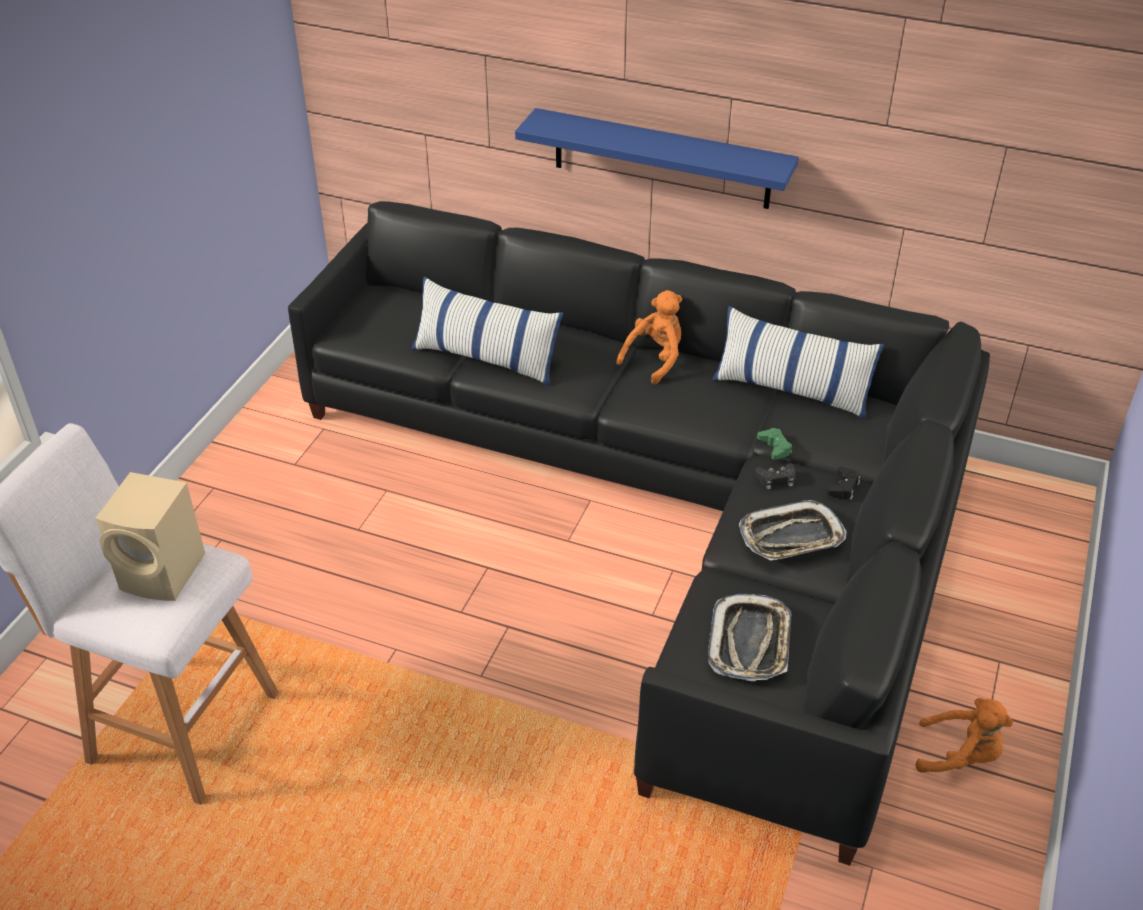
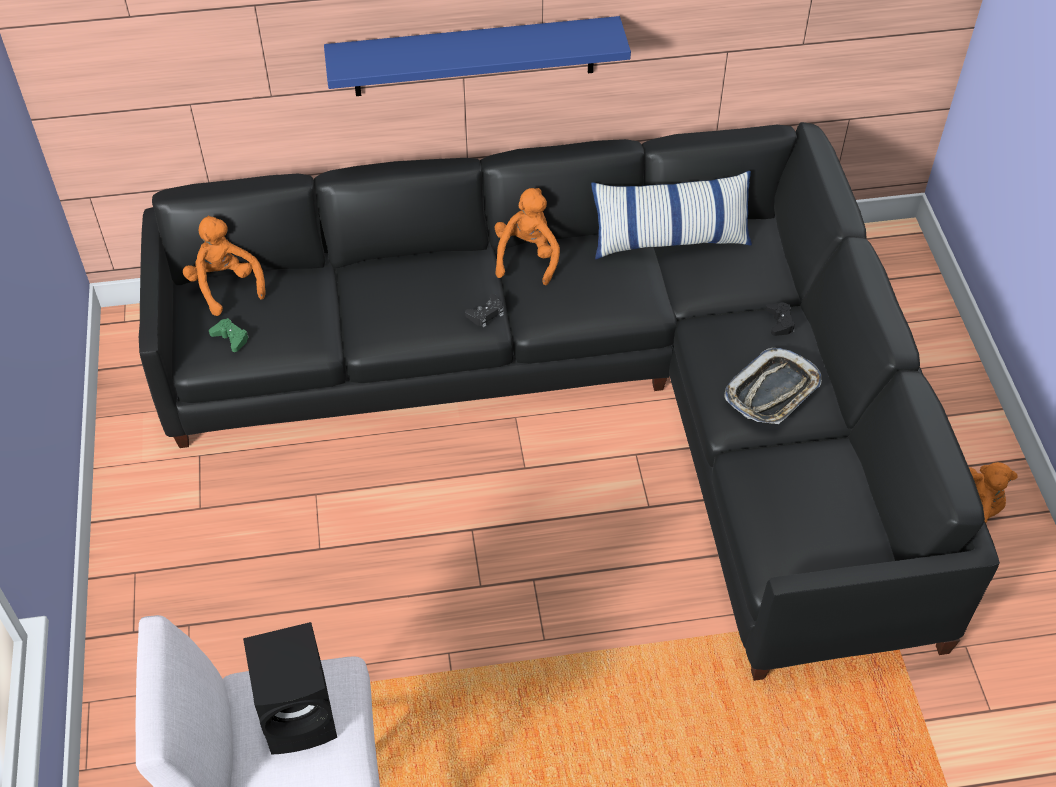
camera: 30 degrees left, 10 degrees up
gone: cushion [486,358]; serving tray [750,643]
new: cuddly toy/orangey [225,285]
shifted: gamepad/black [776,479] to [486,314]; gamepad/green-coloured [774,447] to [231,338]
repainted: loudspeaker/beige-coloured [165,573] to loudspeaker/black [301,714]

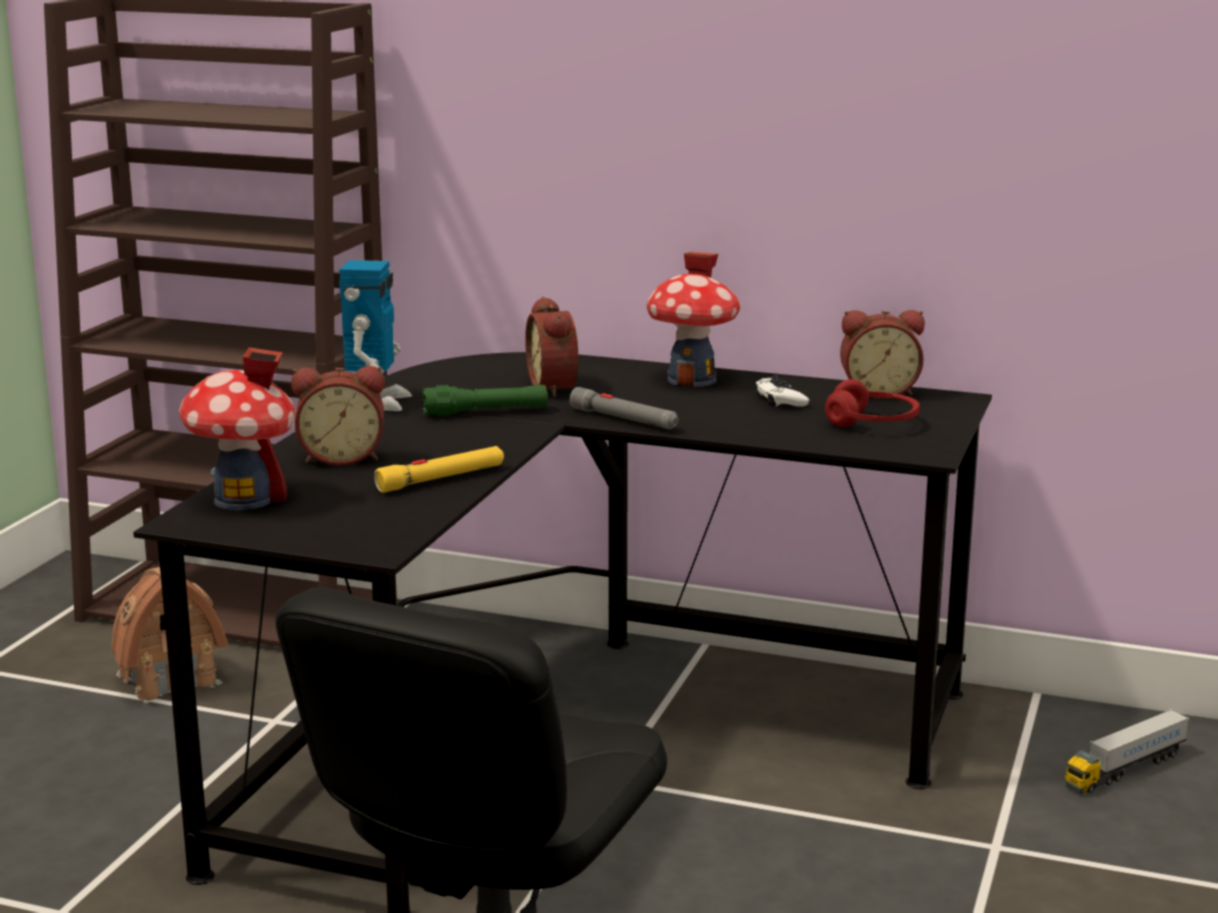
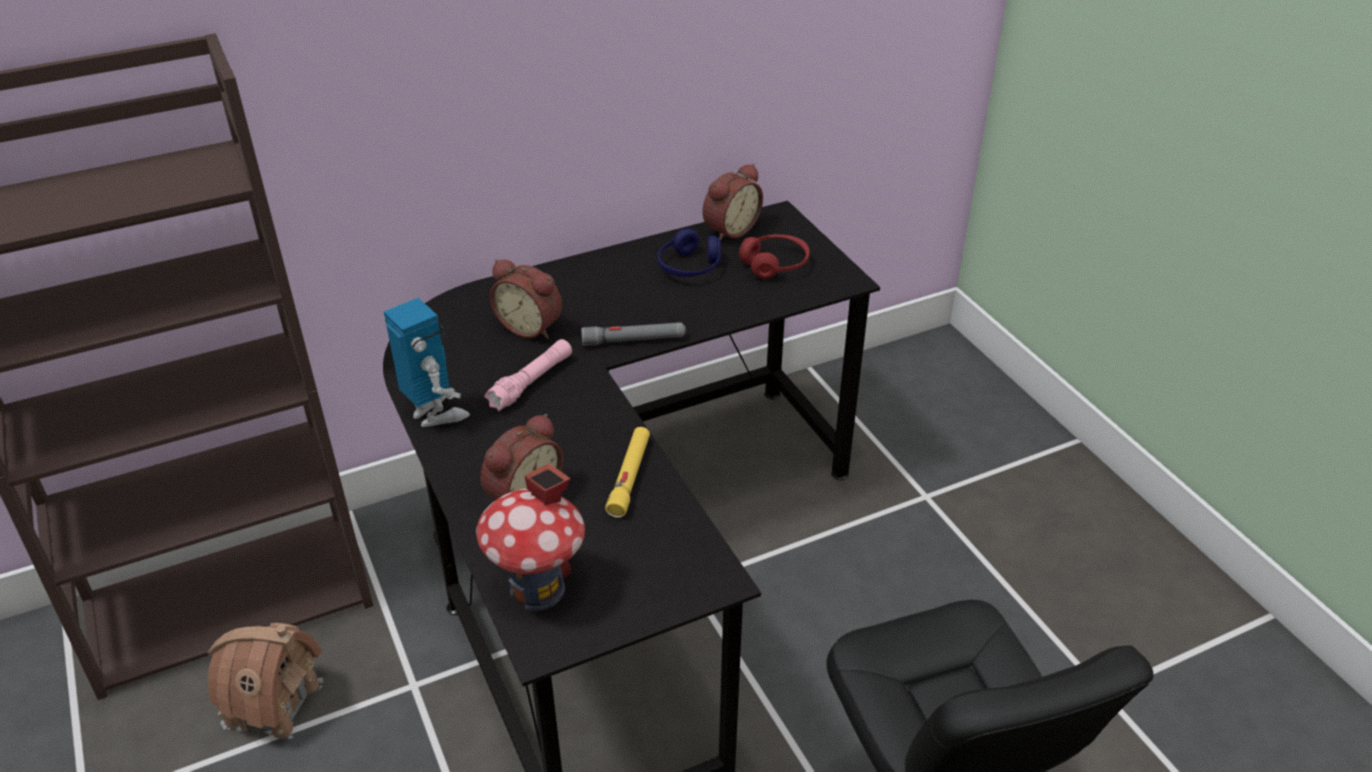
camera: 45 degrees left, 20 degrees up
gone: miniature house [692,379]; model truck [1125,769]
swapped: gamepad/white-coloured [780,400] to headphones/blue [689,267]
repainted: hand torch/green-coloured [485,412] to hand torch/pinkish [531,382]

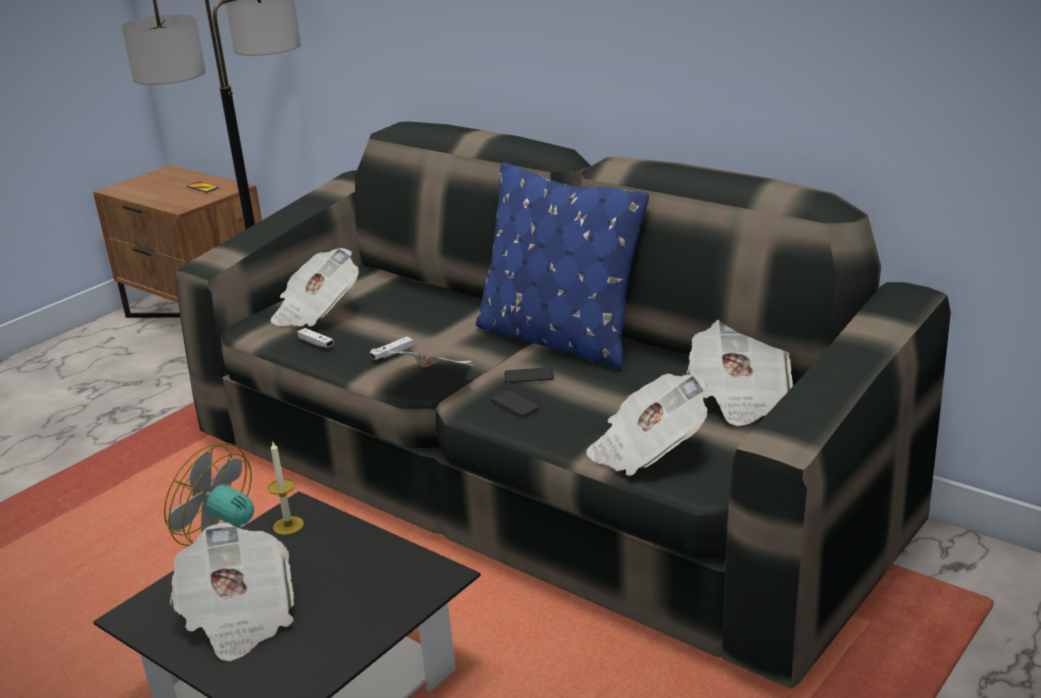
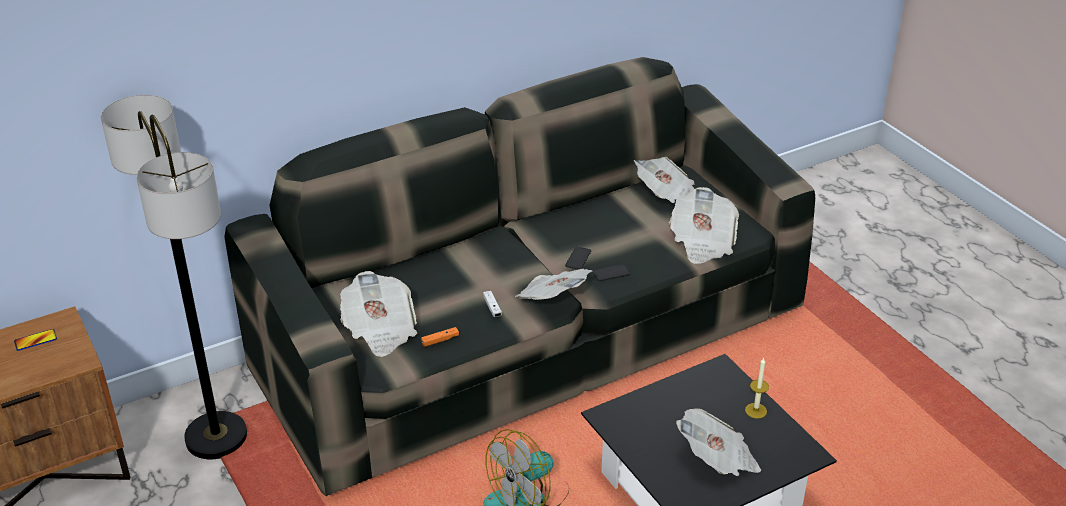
camera: 70 degrees left, 10 degrees up
gone: cushion/blue [558,339]
shifted: candle [288,525] to [756,410]
repainted: gamepad/white-coloured [316,343] to gamepad/orangey [440,340]

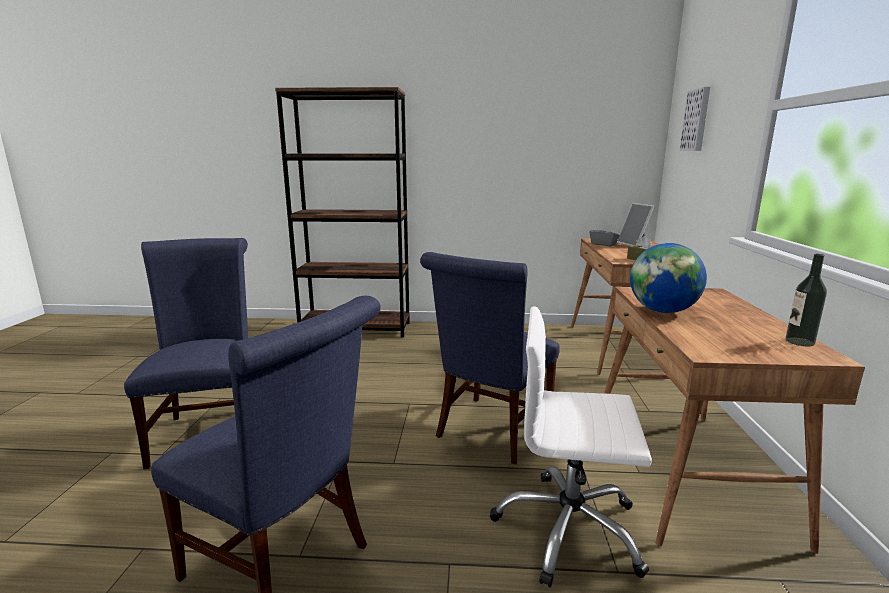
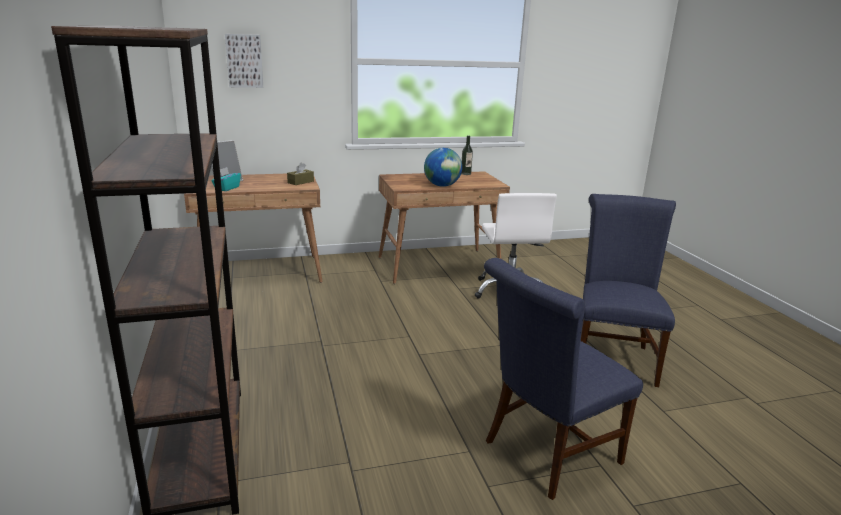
camera: 110 degrees left, 5 degrees up
gone: upright chair/blue [491,432]
repainted: box of tissues/greyish [603,244] to box of tissues/turquoise-coloured [227,188]

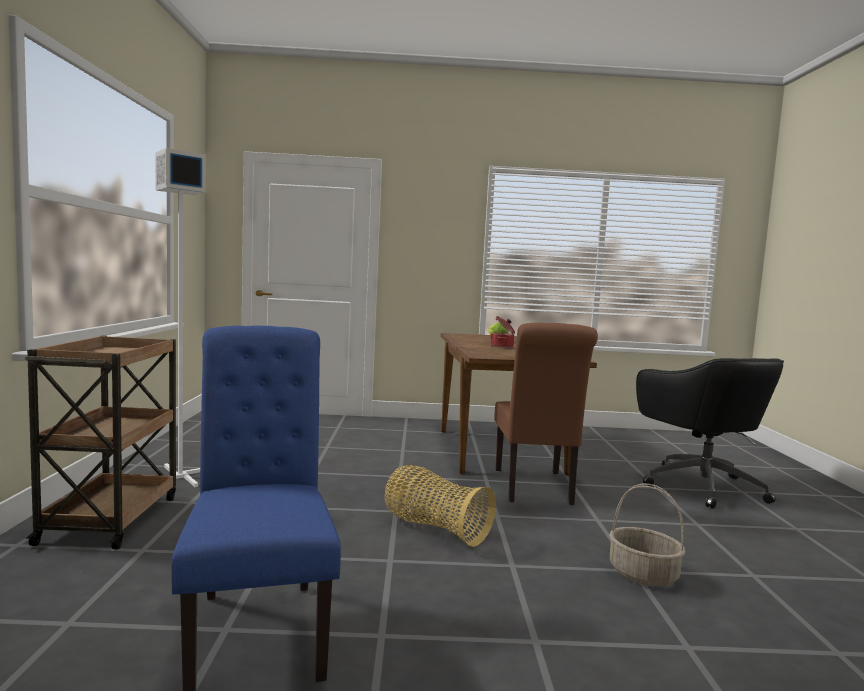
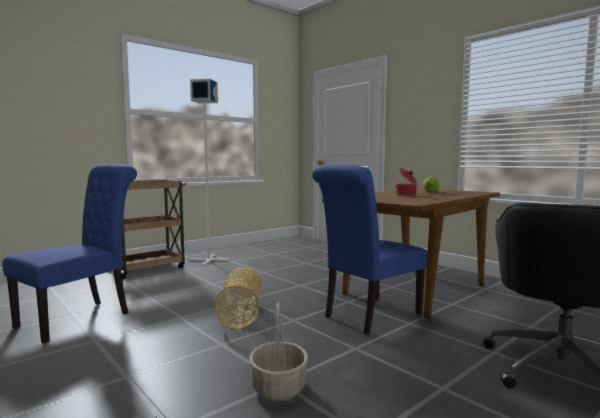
camera: 50 degrees right, 0 degrees up
repainted: upright chair/brown-coloured [534,488] to upright chair/blue [368,316]

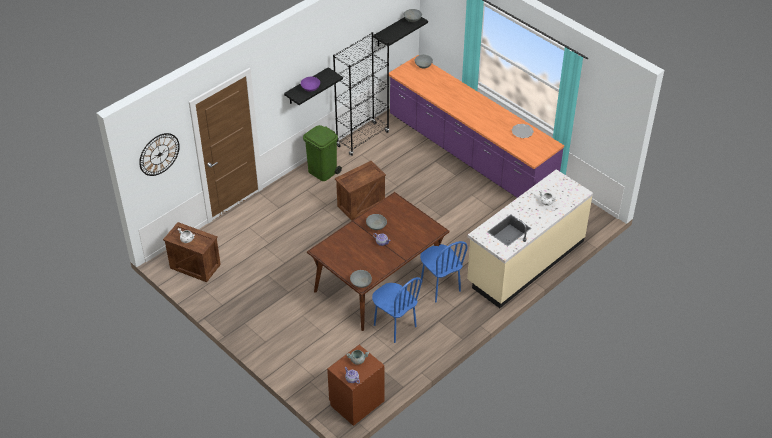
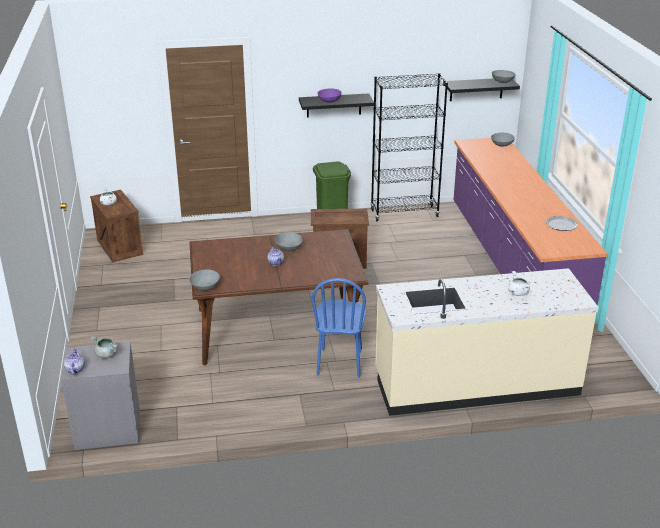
camera: 35 degrees right, 15 degrees down
gone: hanging clock [159,154]; upright chair/blue [394,326]
repainted: nightstand/brown-coloured [356,402] to nightstand/greyish [108,429]

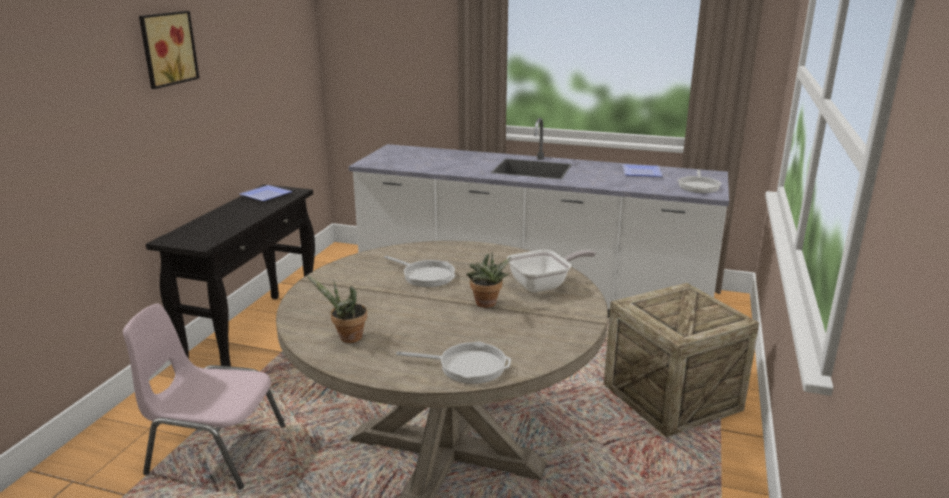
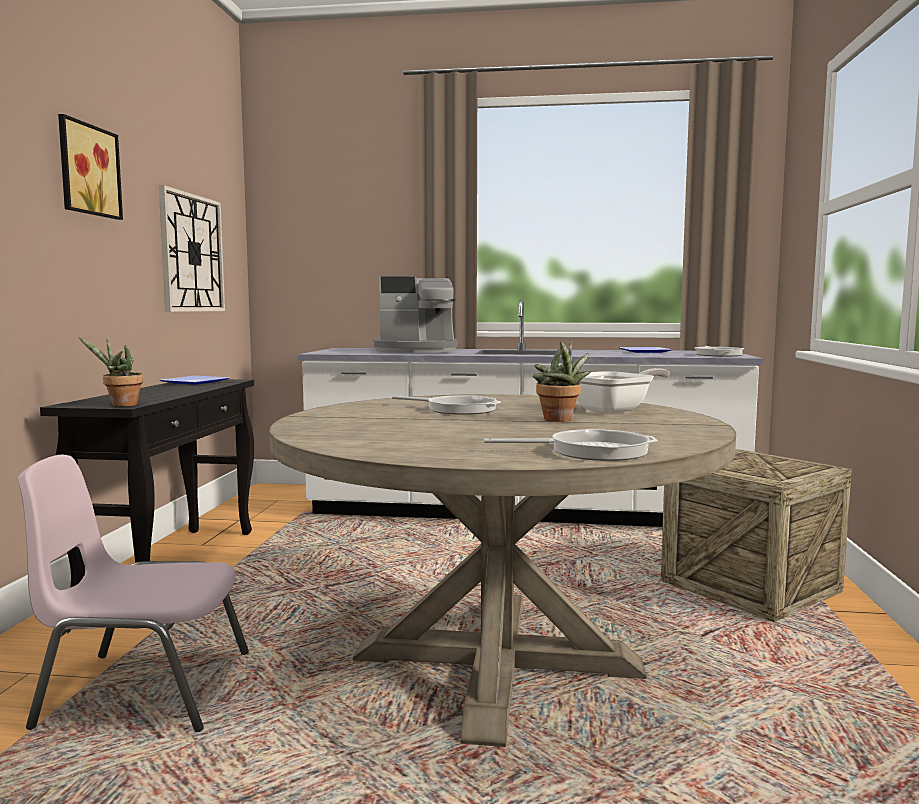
camera: 10 degrees left, 15 degrees down
new: hanging clock [192,253]; coffee maker [416,350]
shifted: houseplant [347,338] to [120,405]

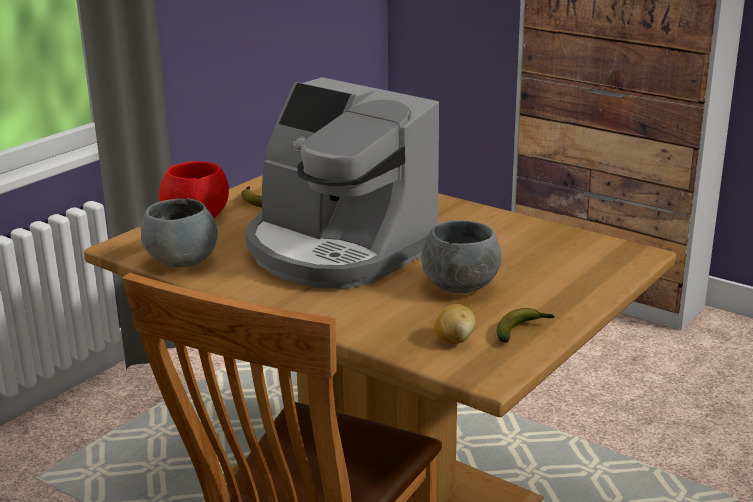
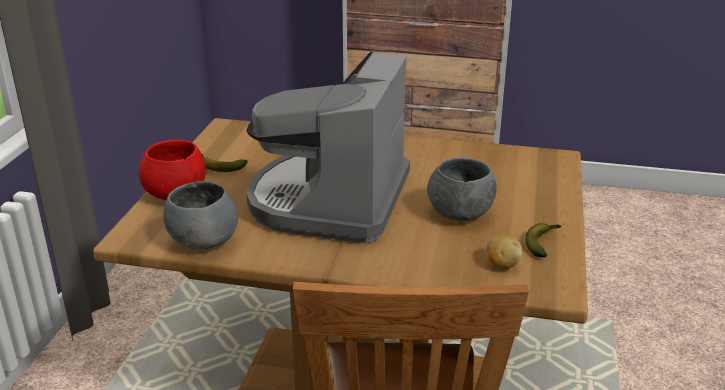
camera: 25 degrees left, 5 degrees up
rotated: coffee maker [337,250] = [330,201] 90 degrees clockwise

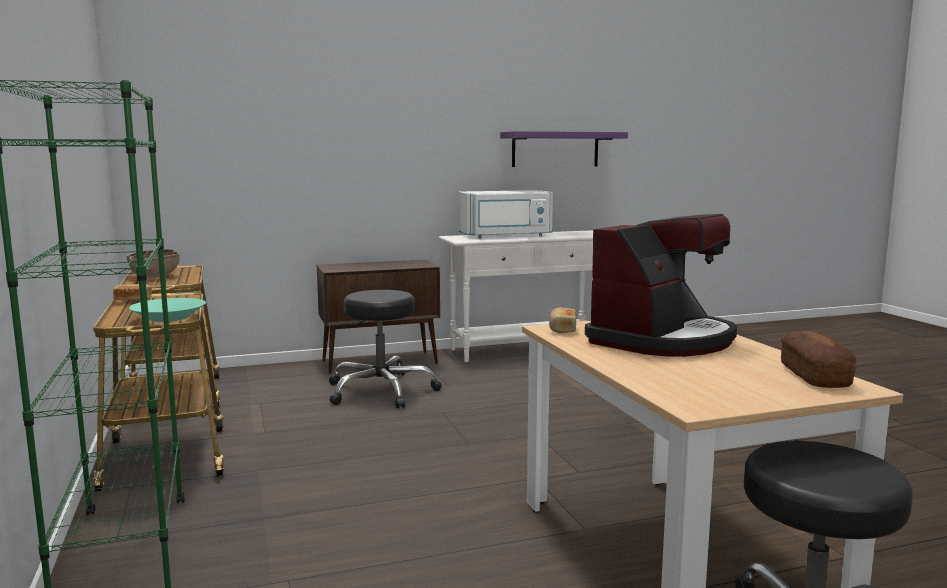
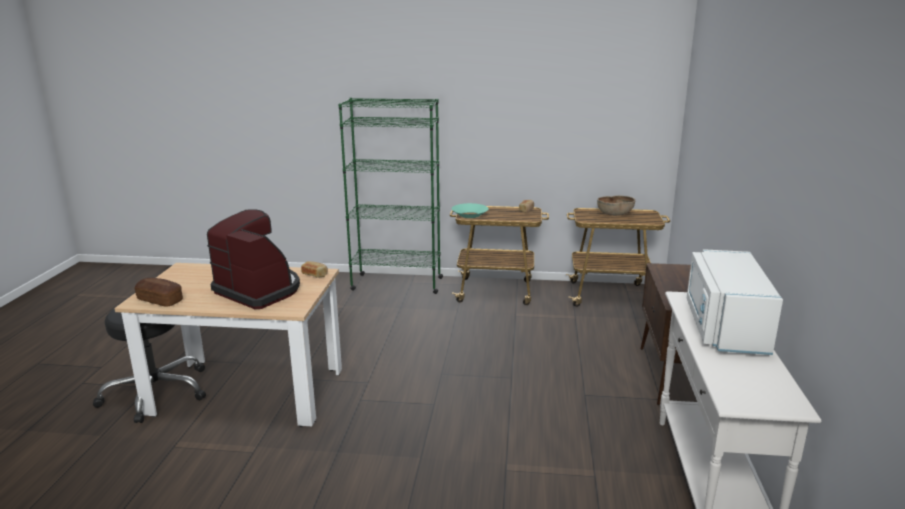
camera: 115 degrees right, 10 degrees up
gone: sitting stool/black [381,391]; shelf/purple-coloured [555,149]
rotated: coffee maker [662,340] = [259,290] 150 degrees clockwise

